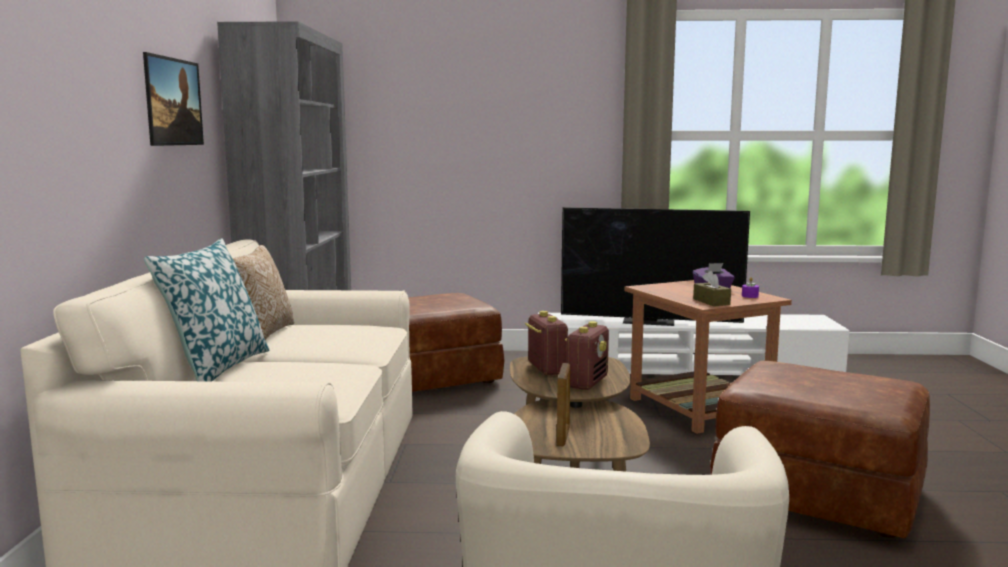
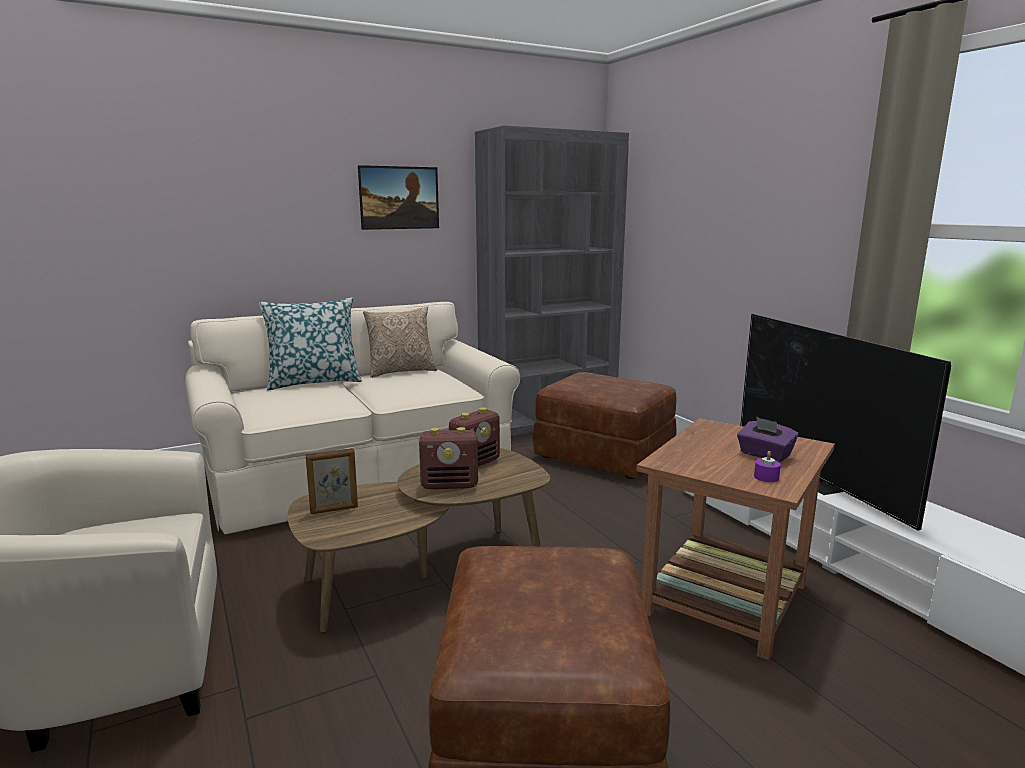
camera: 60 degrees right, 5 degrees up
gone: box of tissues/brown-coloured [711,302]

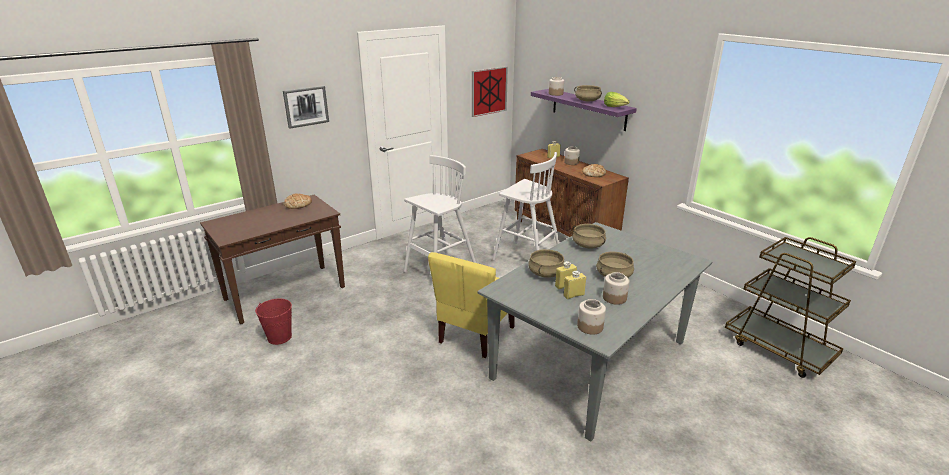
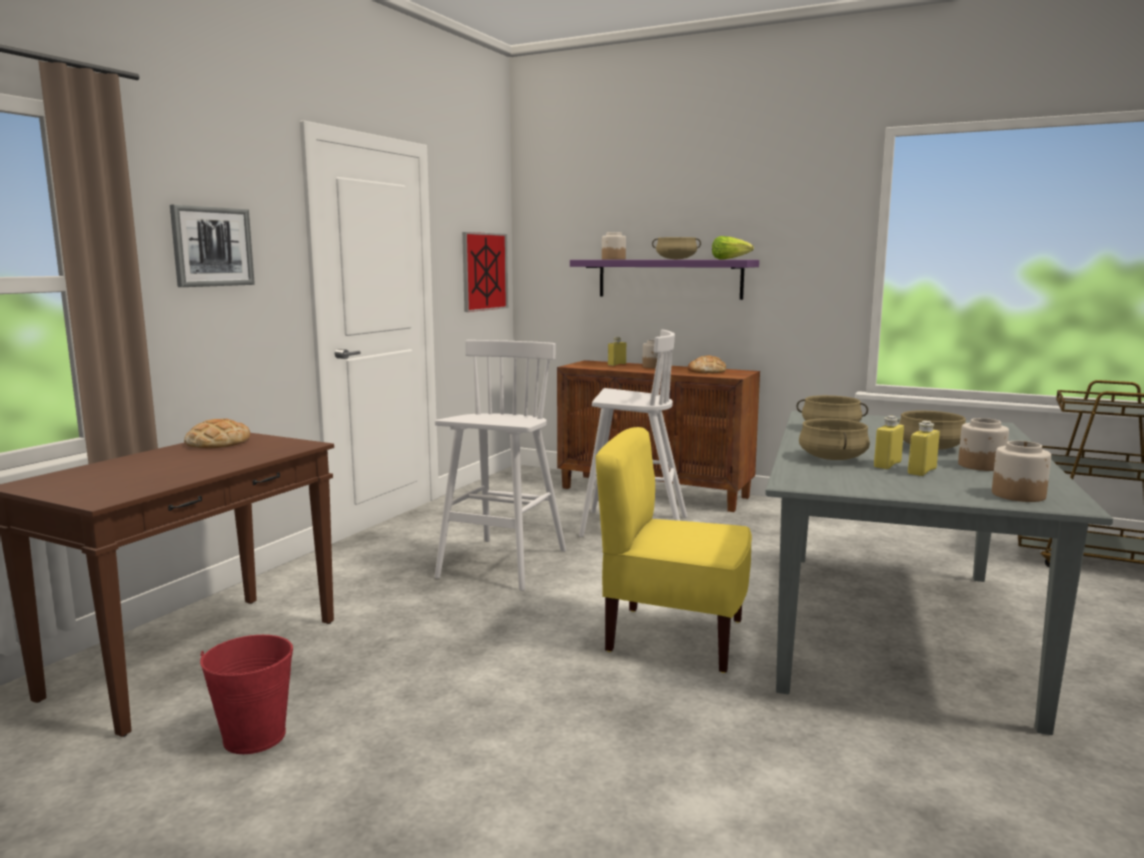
camera: 25 degrees left, 15 degrees down
rotated: upright chair/yellow [475,335] = [674,637] 105 degrees clockwise

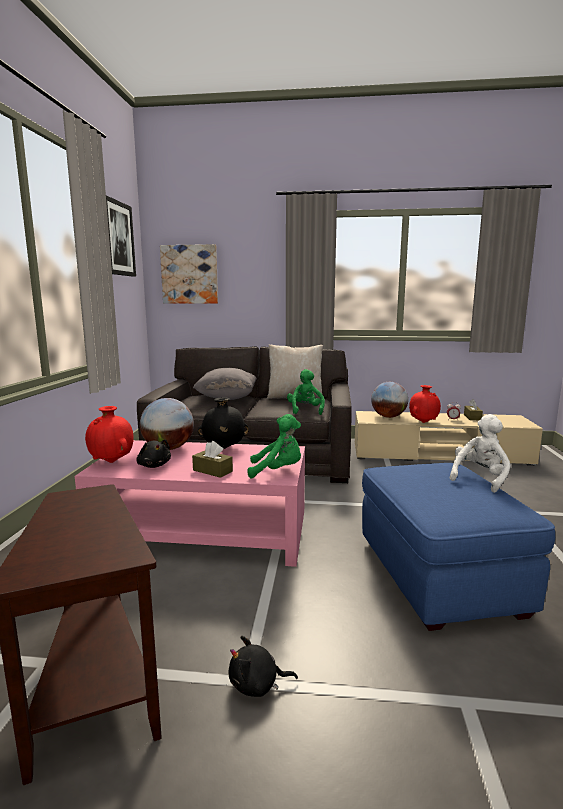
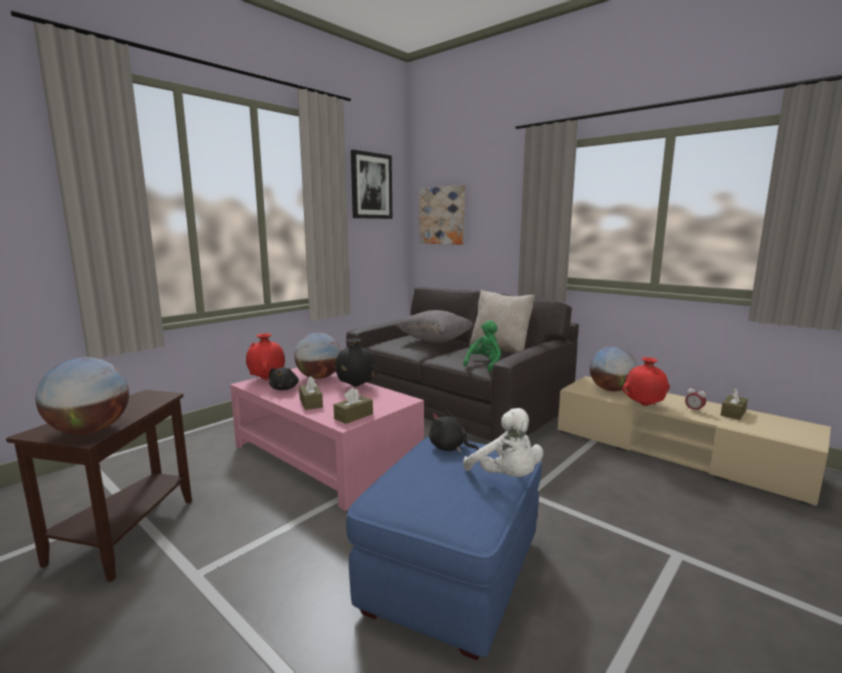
camera: 35 degrees right, 0 degrees up
new: globe [90,430]
shifted: cuddly toy/black [257,685] to [450,448]
swapped: cuddly toy/green-coloured [277,471] to box of tissues/brown-coloured [353,416]
rotated: cuddly toy/white-coloured [479,478] = [506,478] 75 degrees clockwise

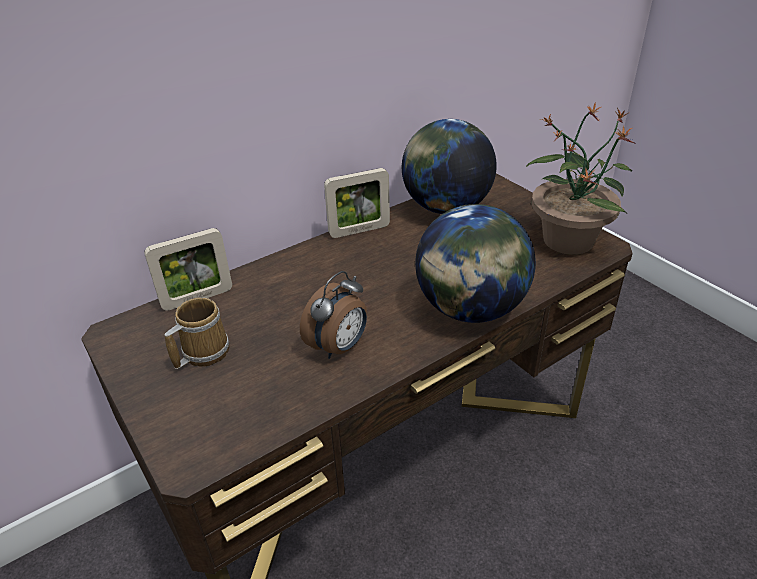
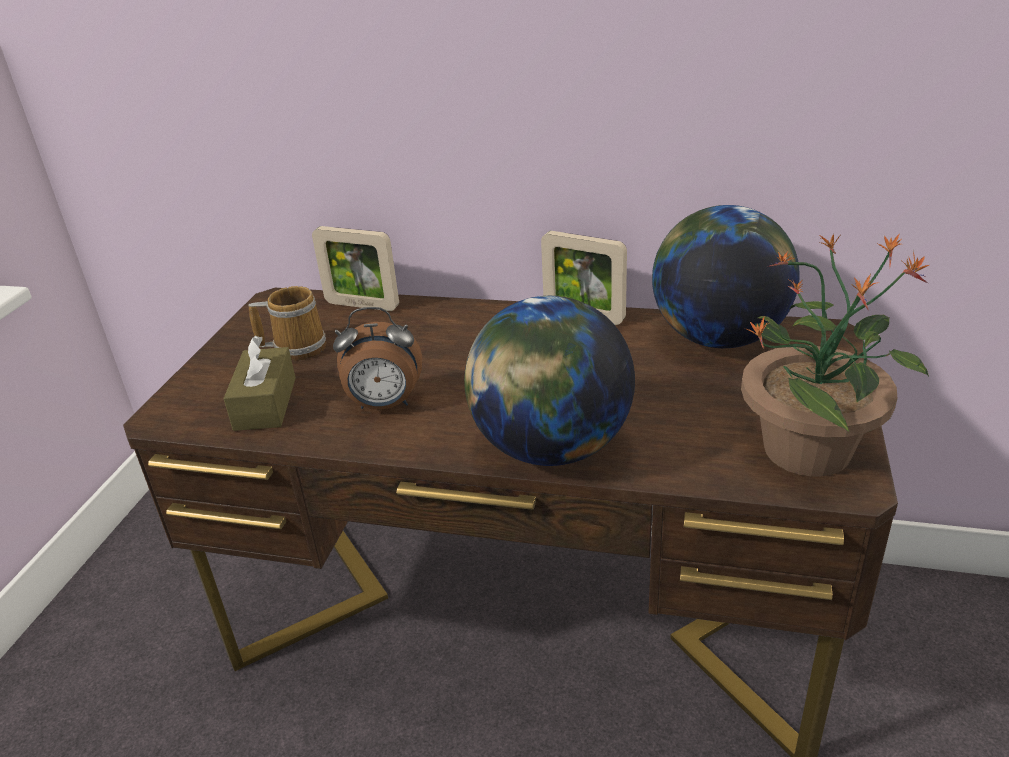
camera: 50 degrees right, 5 degrees down
new: box of tissues/brown-coloured [265,403]

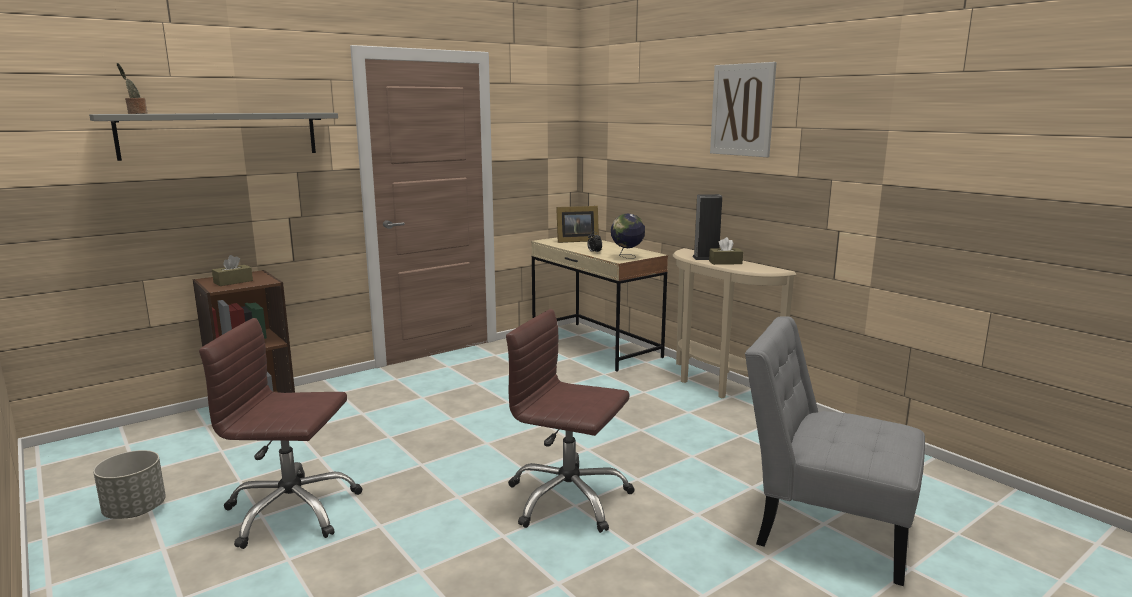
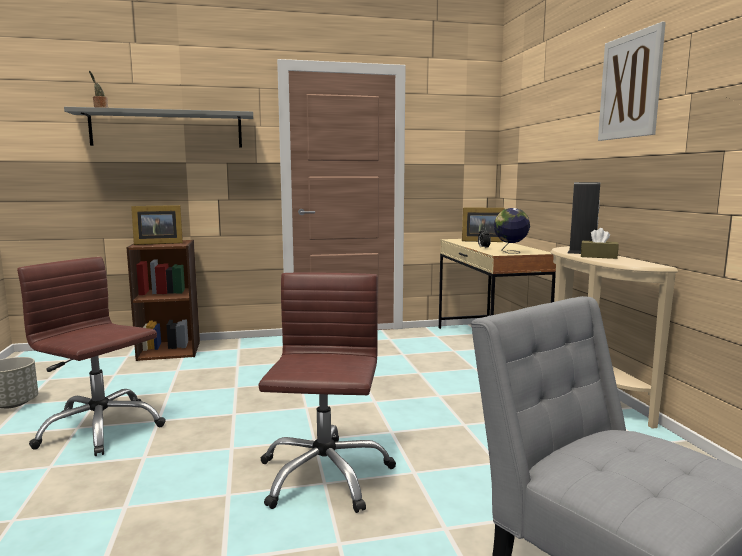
camera: 25 degrees right, 5 degrees down
swapped: box of tissues/brown-coloured [233,282] to photo frame [157,243]
rotated: desk chair/brown-coloured [568,499] = [324,475] 45 degrees clockwise

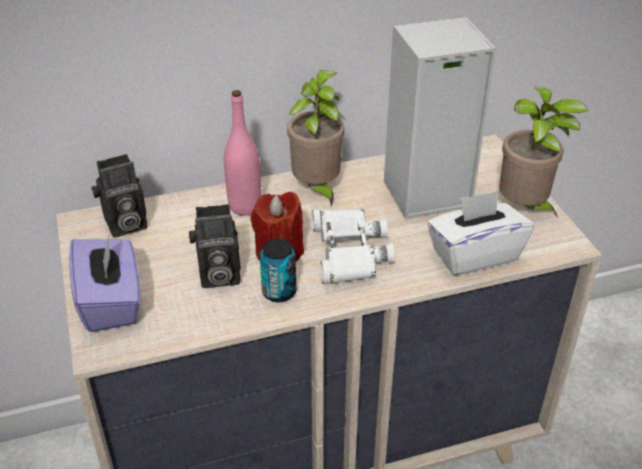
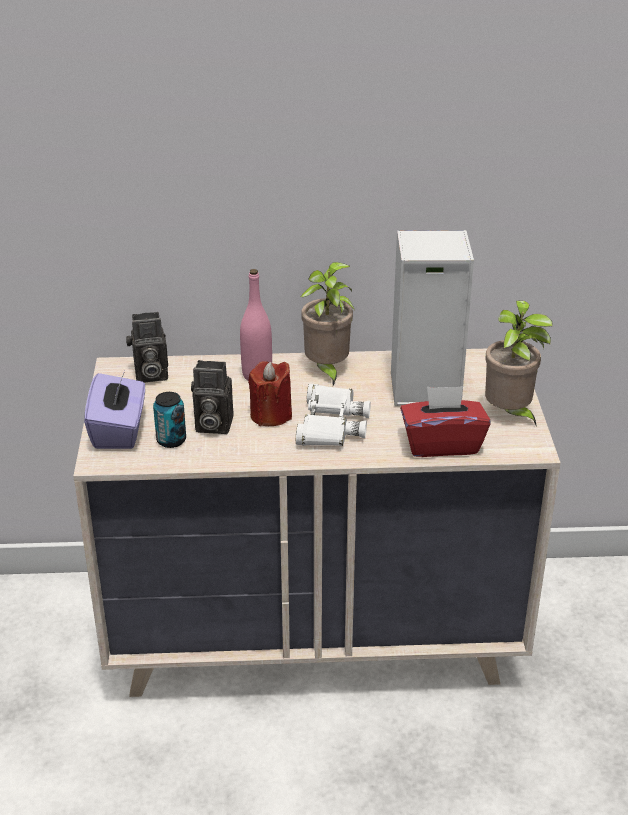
camera: 15 degrees right, 5 degrees down
shifted: sealed can [279,292] to [171,440]
repainted: box of tissues/white-coloured [474,254] to box of tissues/red [442,444]

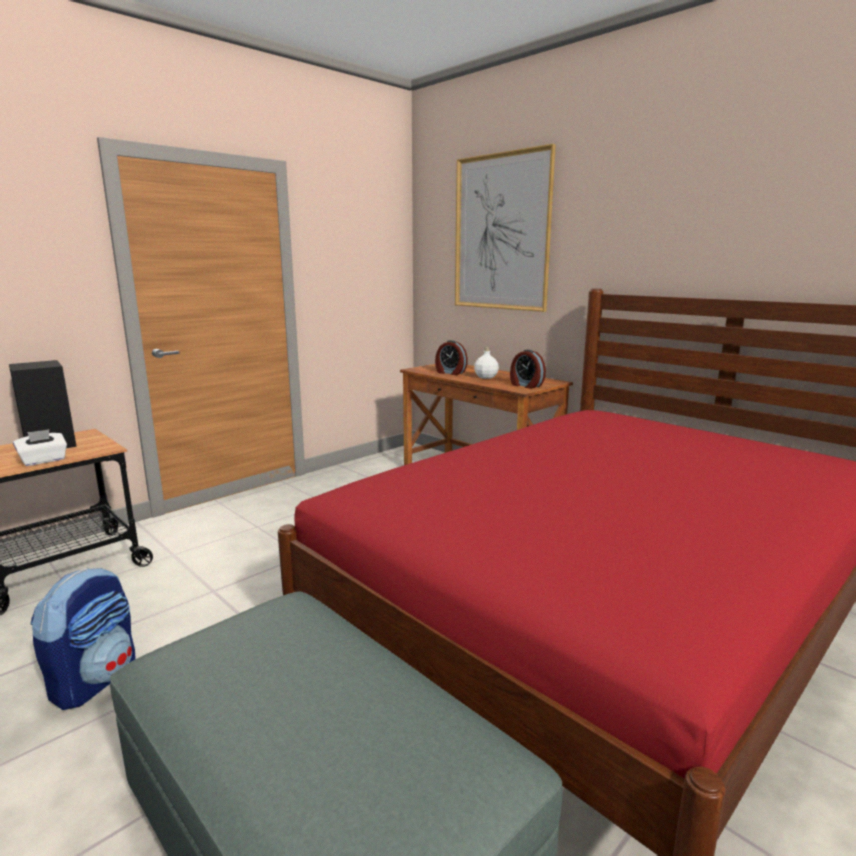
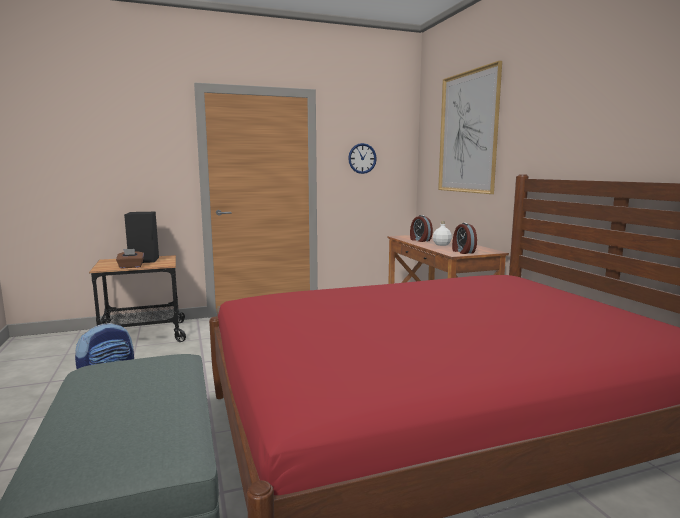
camera: 25 degrees right, 5 degrees down
new: hanging clock [362,158]
repainted: box of tissues/white-coloured [43,460] to box of tissues/brown-coloured [131,267]

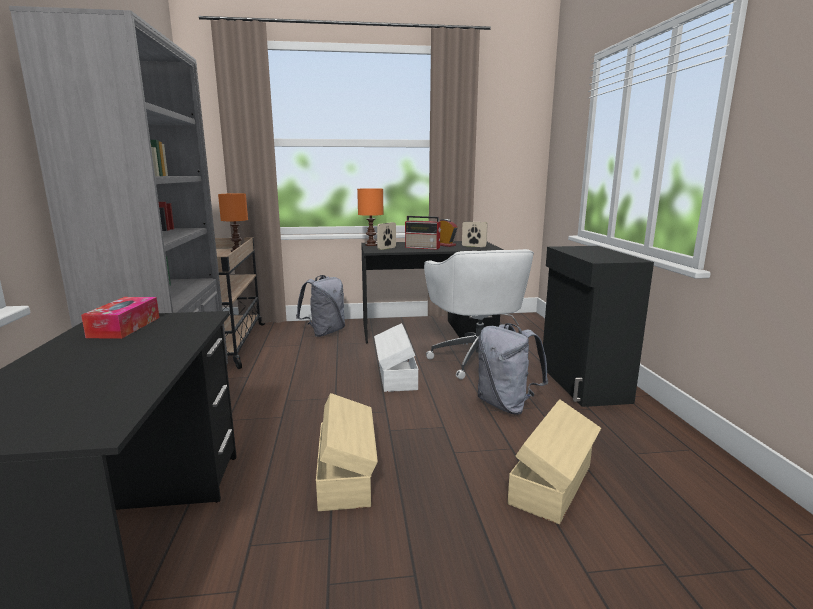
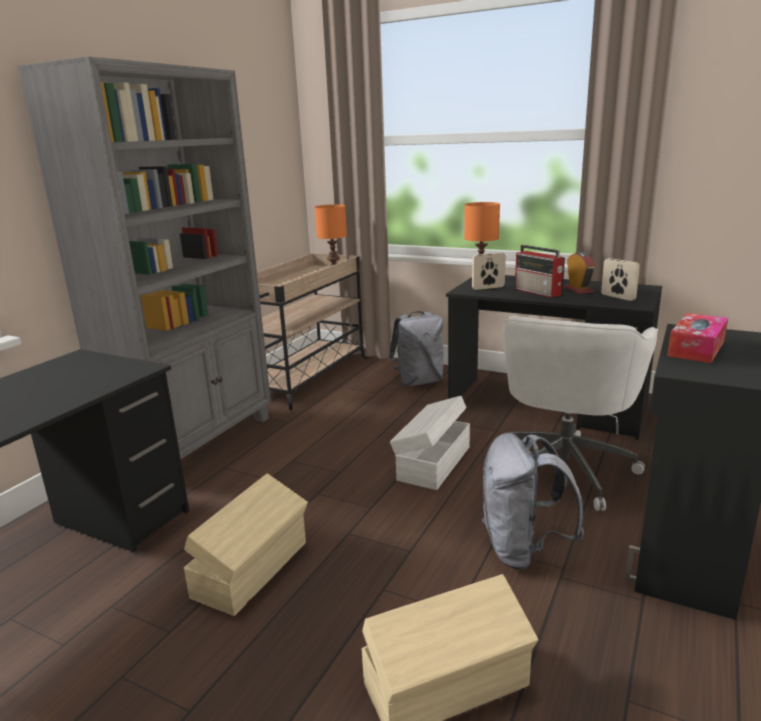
camera: 35 degrees right, 5 degrees up
shifted: box of tissues [124,327] to [696,348]

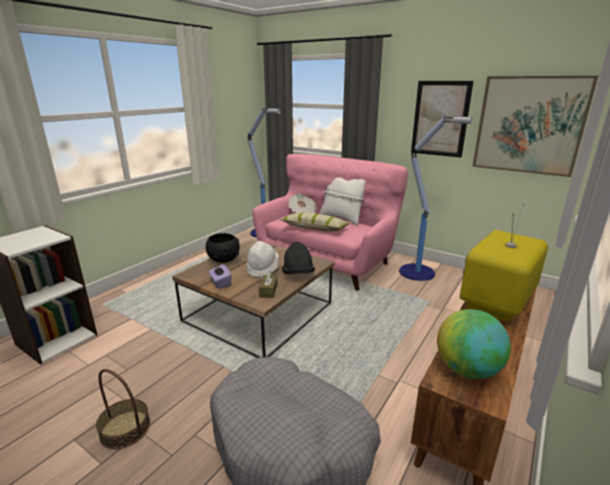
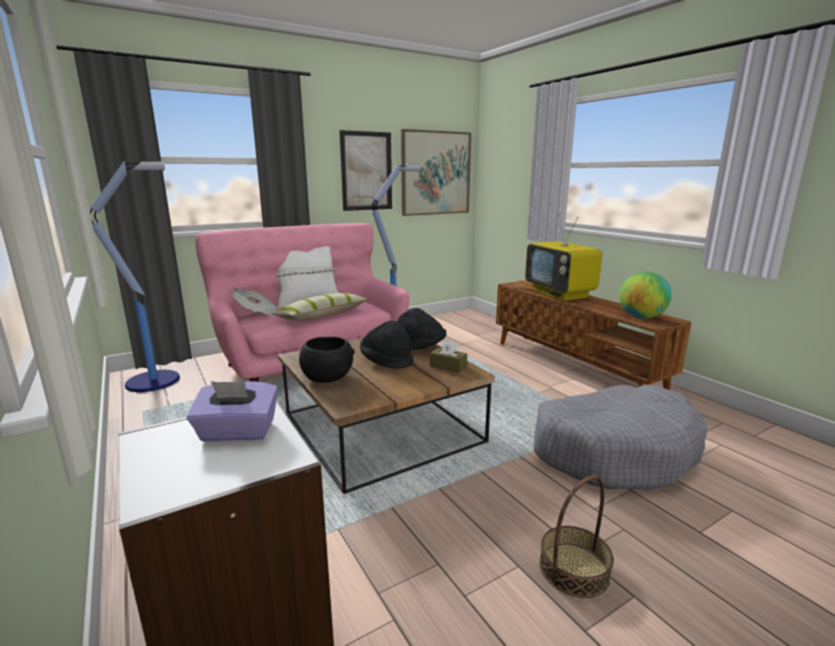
camera: 65 degrees left, 5 degrees down
shifted: box of tissues/purple-coloured [220,283] to [237,432]
repainted: hat/white-coloured [262,269] to hat/black [386,361]

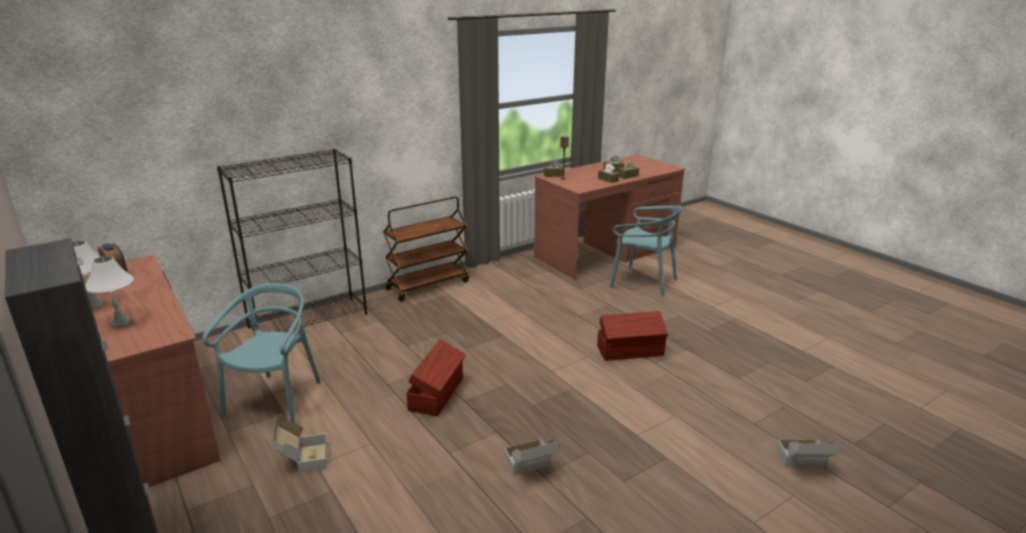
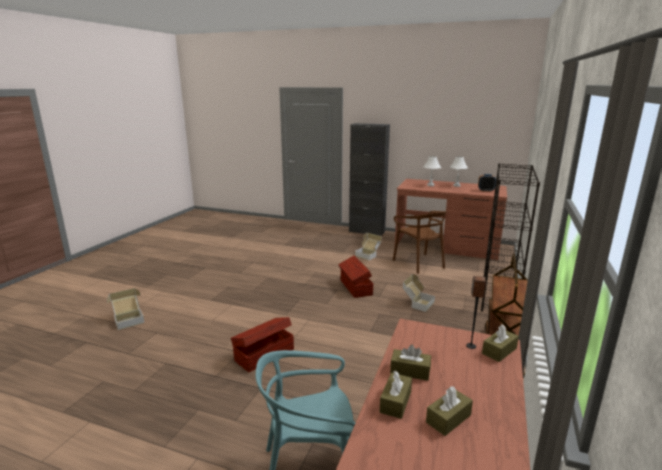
camera: 145 degrees right, 5 degrees down
shifted: packing box [531,469] to [417,303]
repainted: upright chair/turquoise-coloured [275,400] to upright chair/brown-coloured [419,263]

